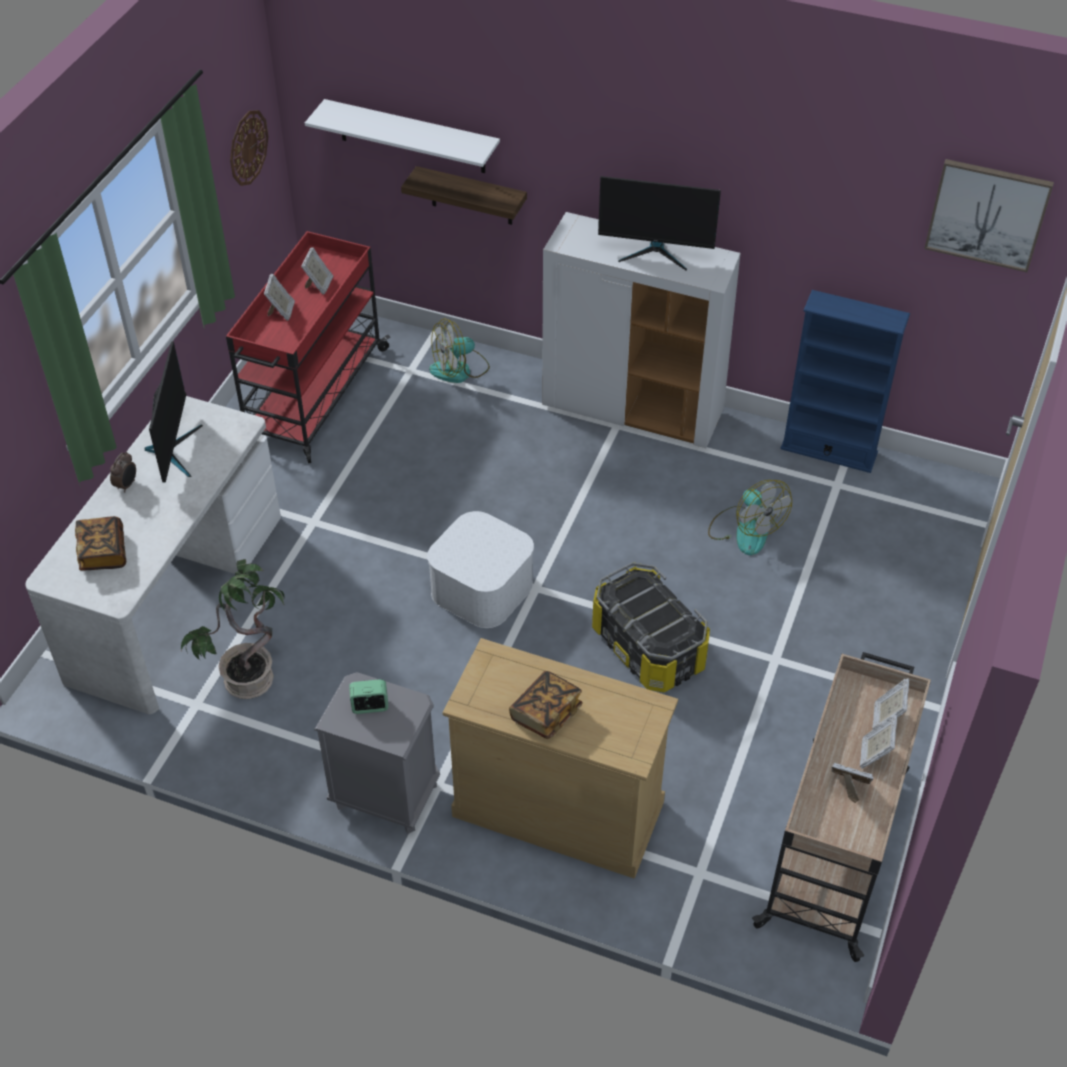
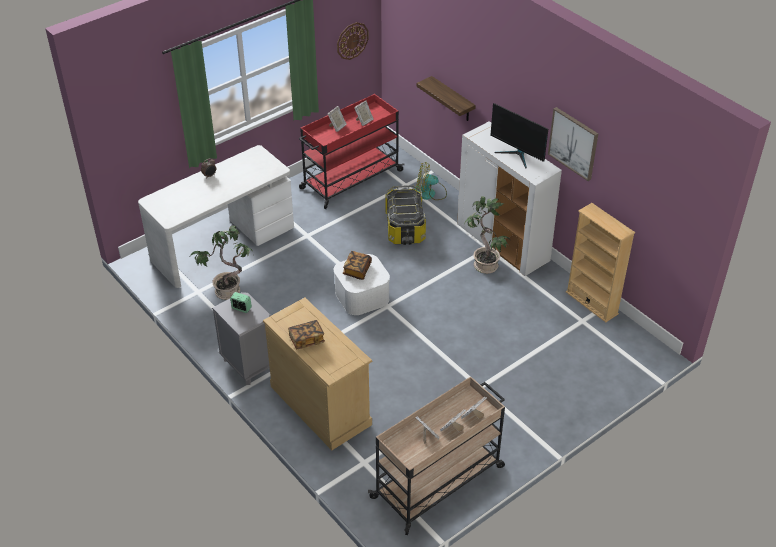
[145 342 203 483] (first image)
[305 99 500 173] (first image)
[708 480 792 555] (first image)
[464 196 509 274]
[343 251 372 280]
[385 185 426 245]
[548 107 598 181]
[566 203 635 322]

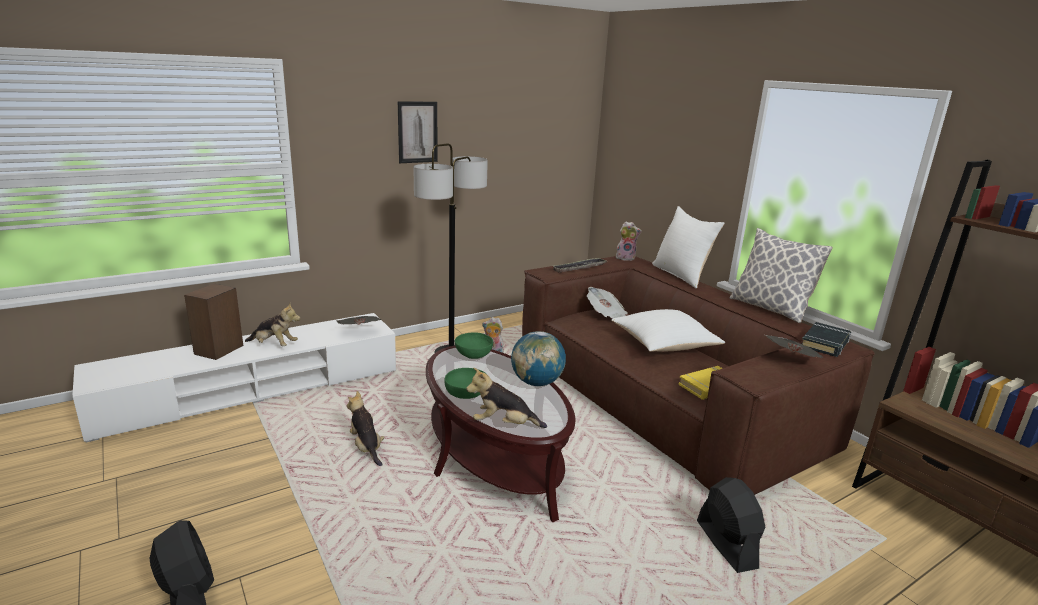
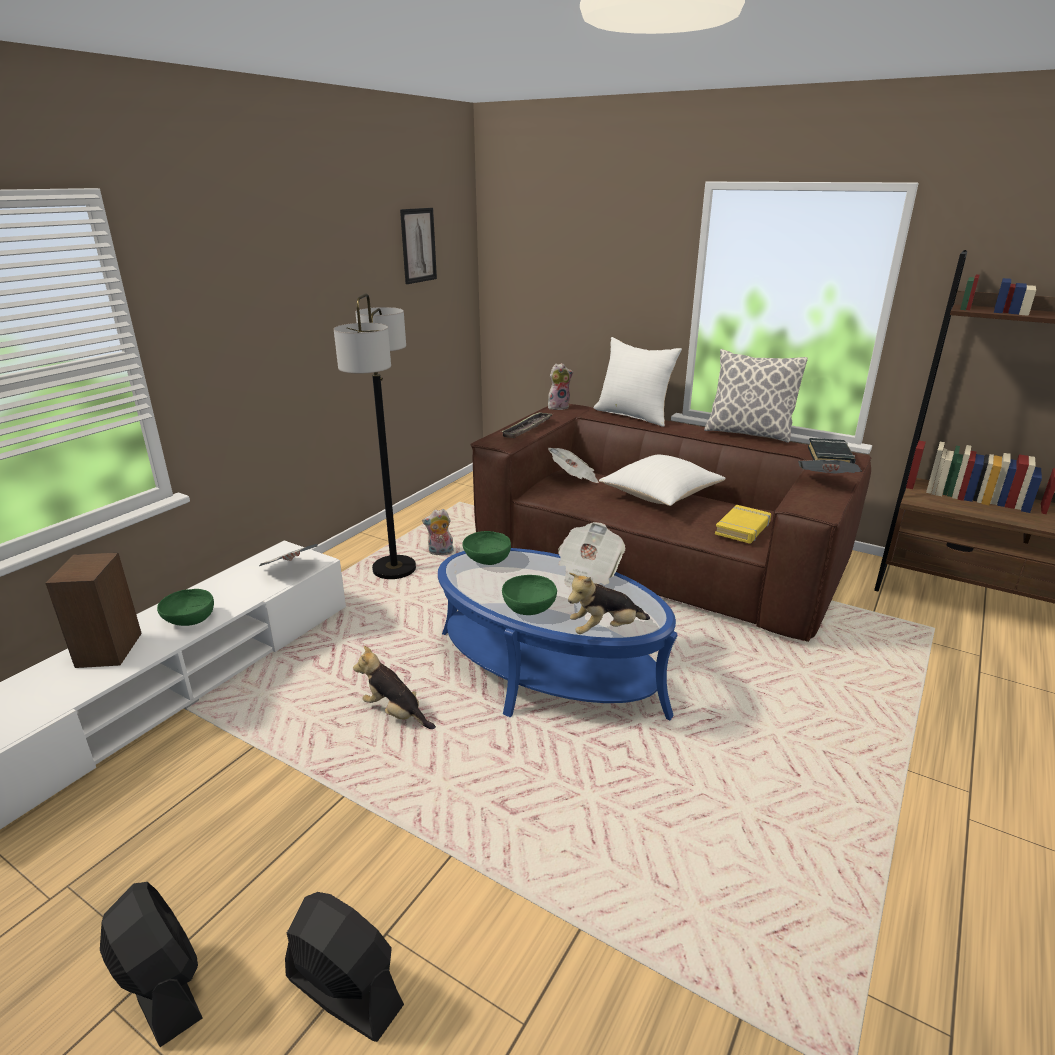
[400 208 437 284]
[100 882 202 1047]
[157 589 214 626]
[558 522 625 587]
[438 548 677 720]

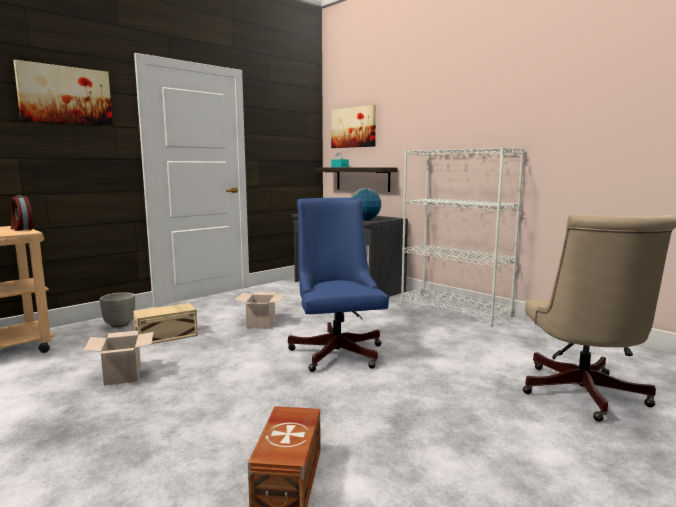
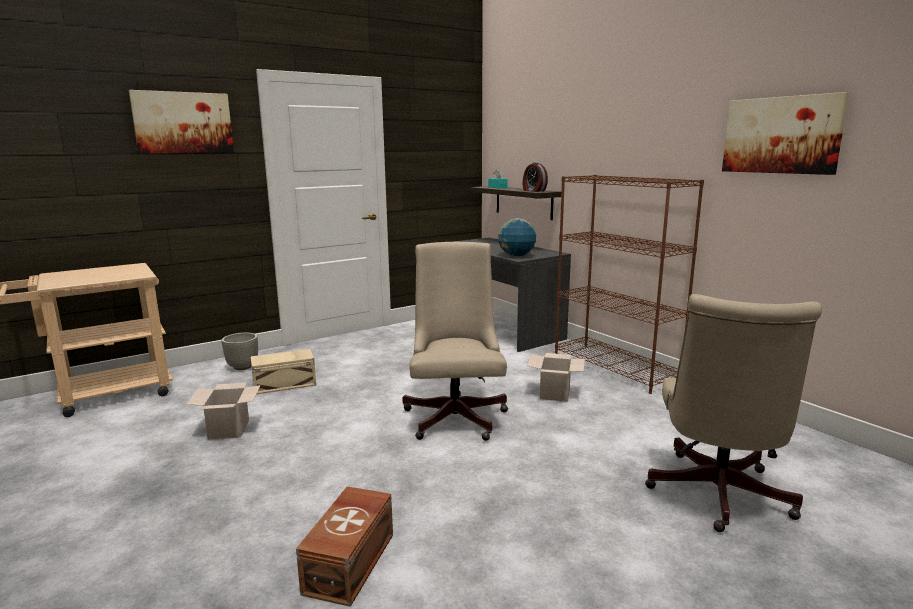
[523 163 548 192]
[527 353 585 402]
[722 92 849 175]
[403 242 508 441]
[555 175 704 394]

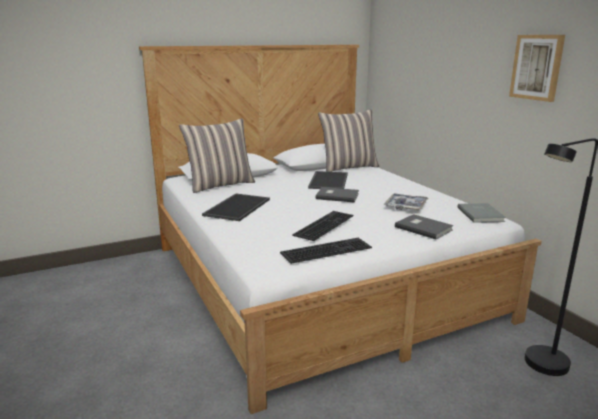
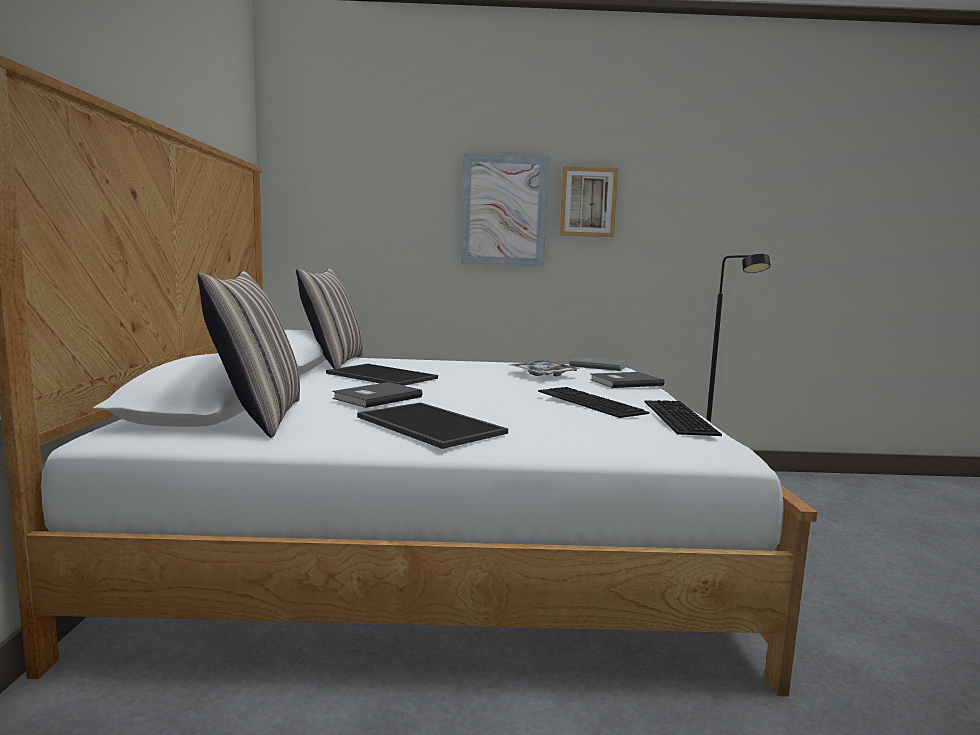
[461 153 549 266]
[332 382 422 408]

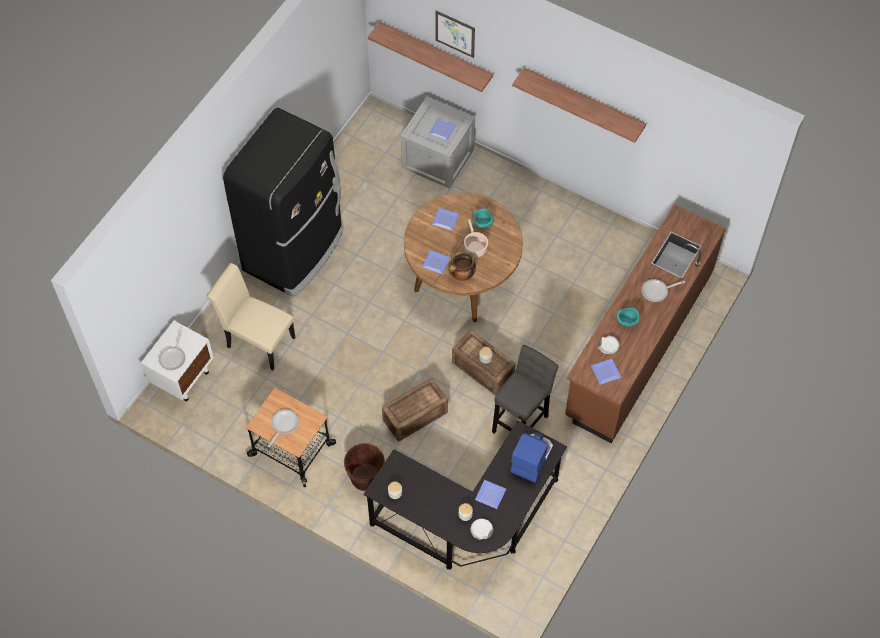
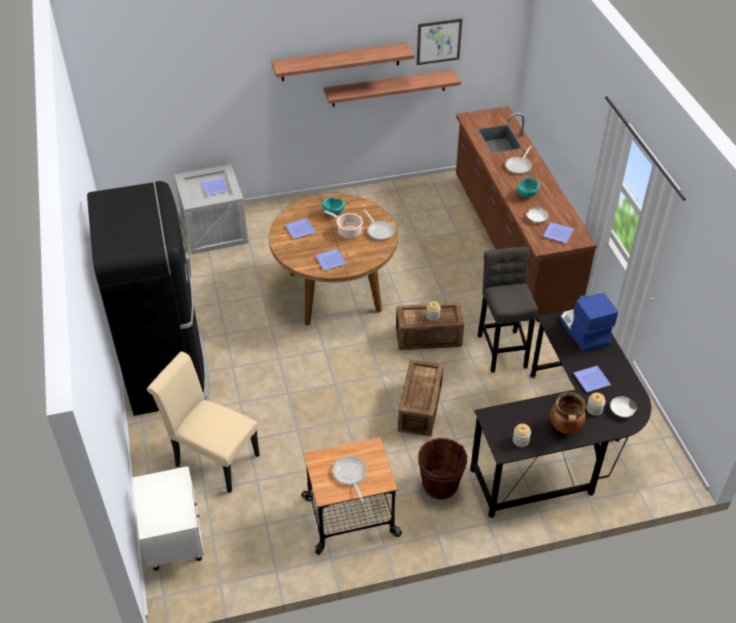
[363 209 395 240]
[324 69 461 107]
[417 18 462 65]
[550 392 586 434]
[147 352 260 493]

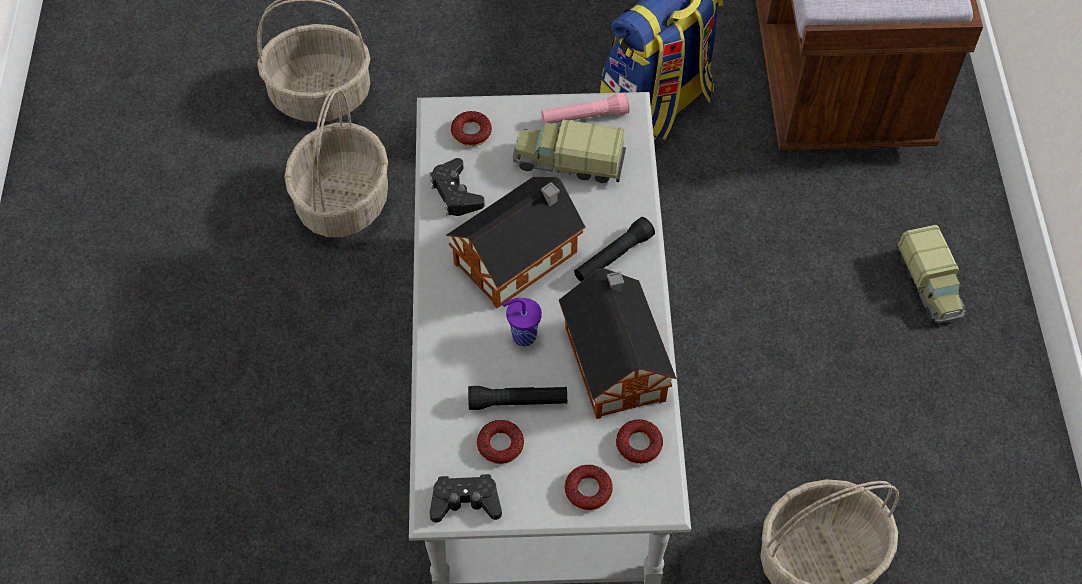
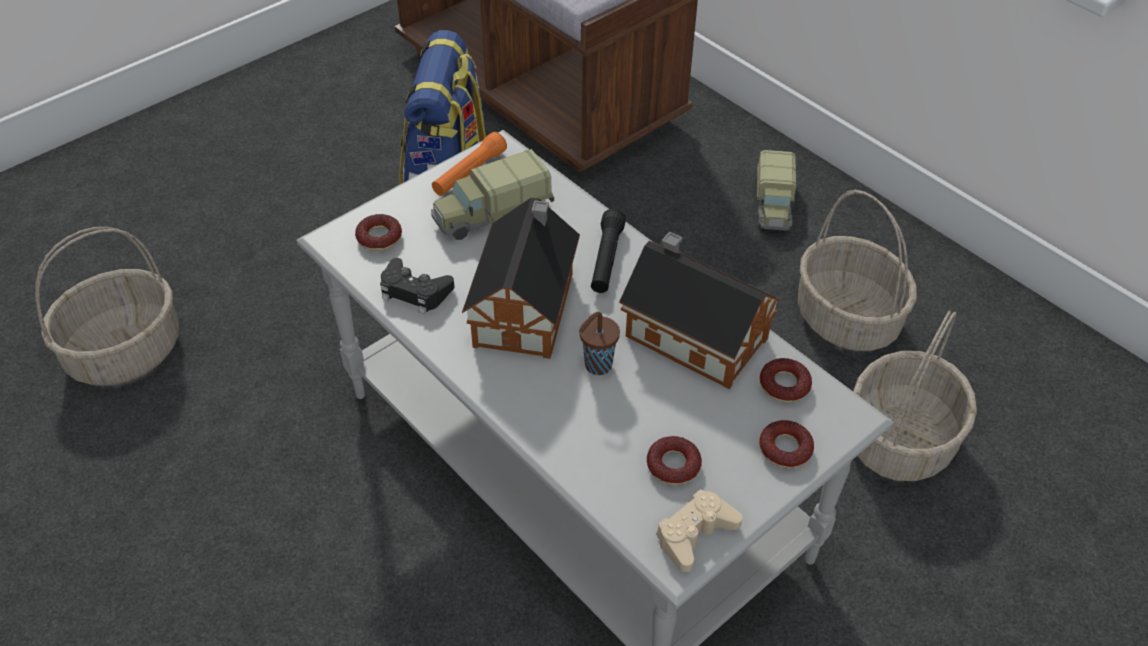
[468 386 567 410] (first image)
[797 190 917 351]
[656 489 743 572]
[579 312 620 375]
[432 132 507 196]
[757 150 797 231]

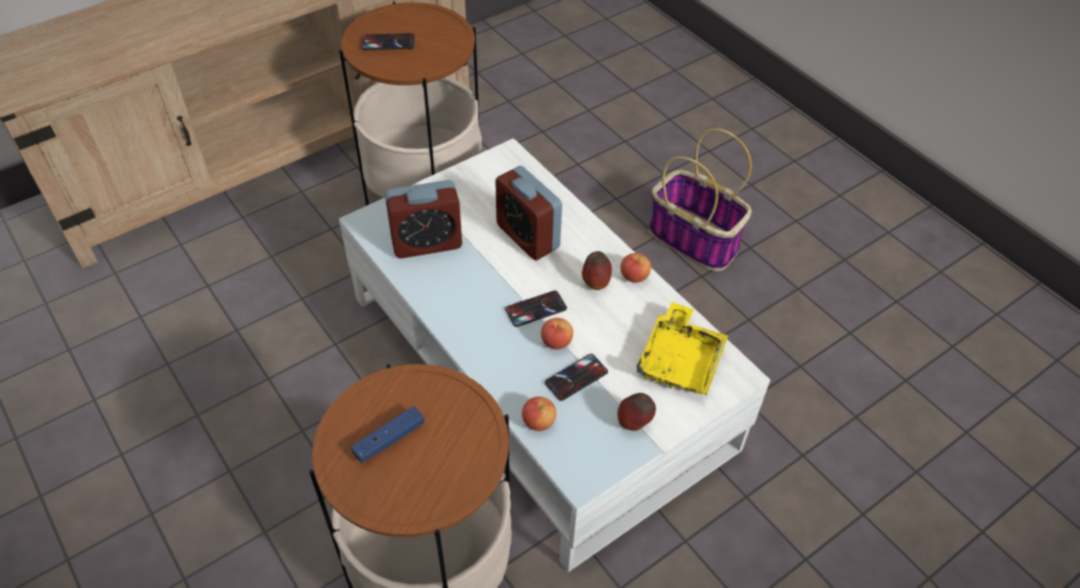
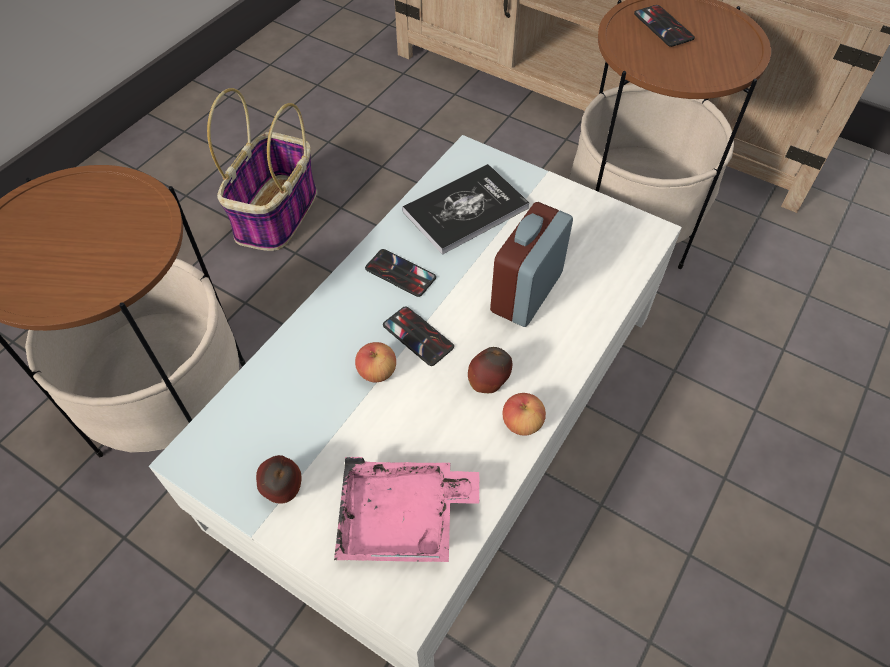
[351 406 424 463] (first image)
[522 397 557 431] (first image)
[365 249 436 297]
[207 88 317 251]
[402 164 530 255]
[334 457 479 562]

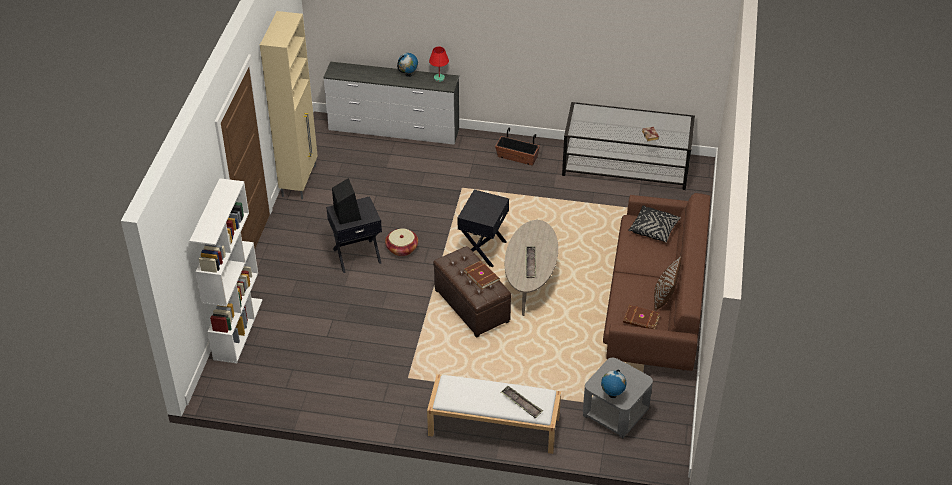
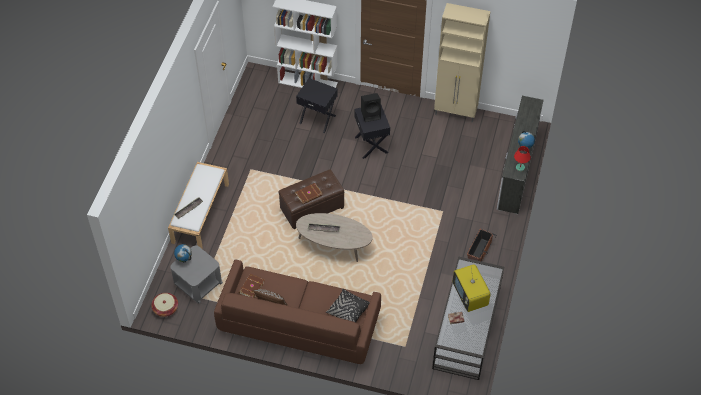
[453 264 491 312]
[151 293 178 317]
[296 78 338 133]

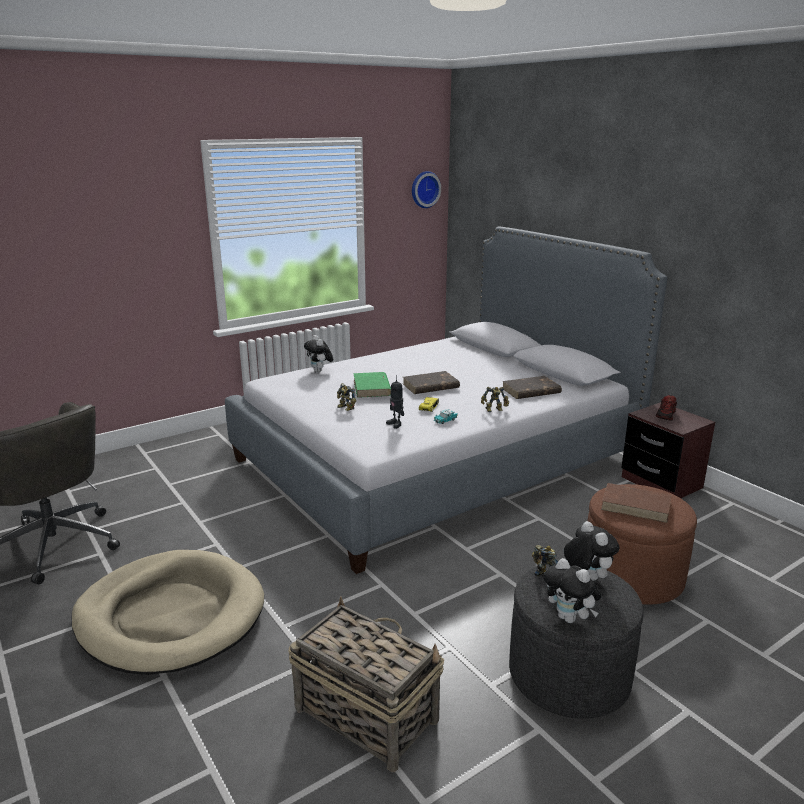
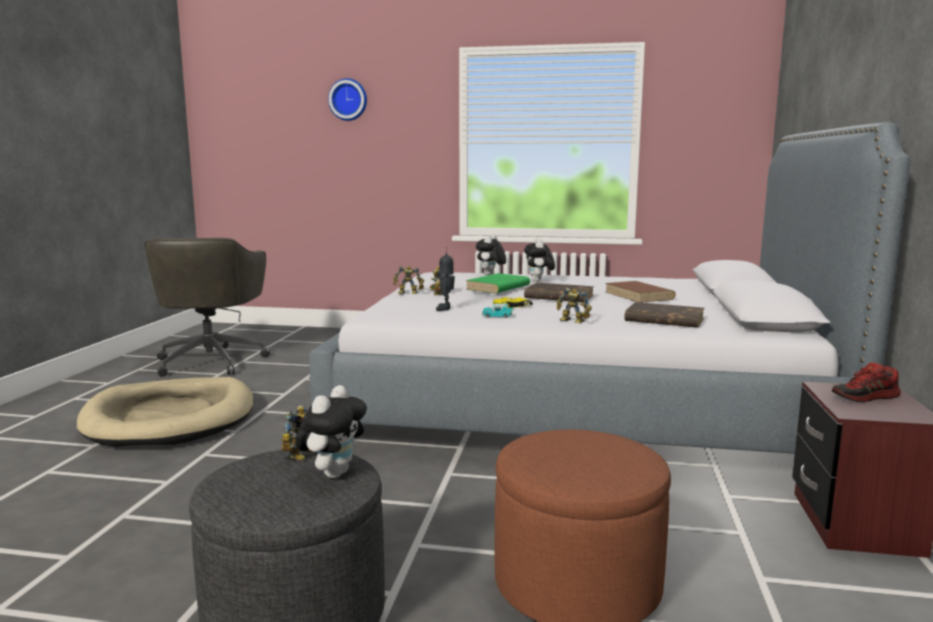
[289 597 444 772] (first image)
[393 266 424 294]
[328 78 367 121]
[524 238 555 282]
[606 281 676 302]

